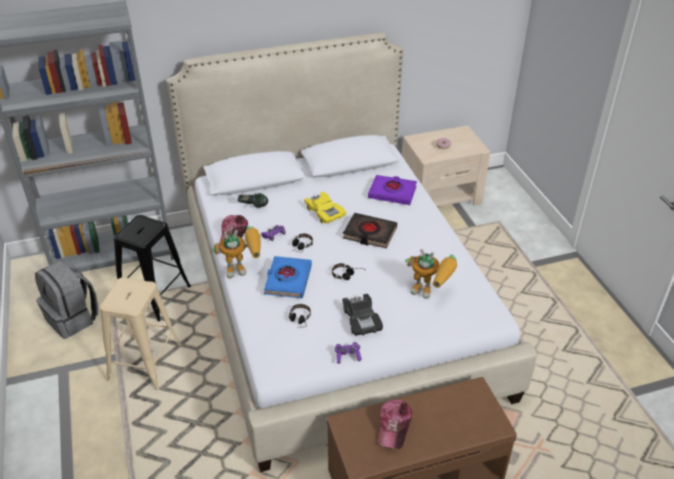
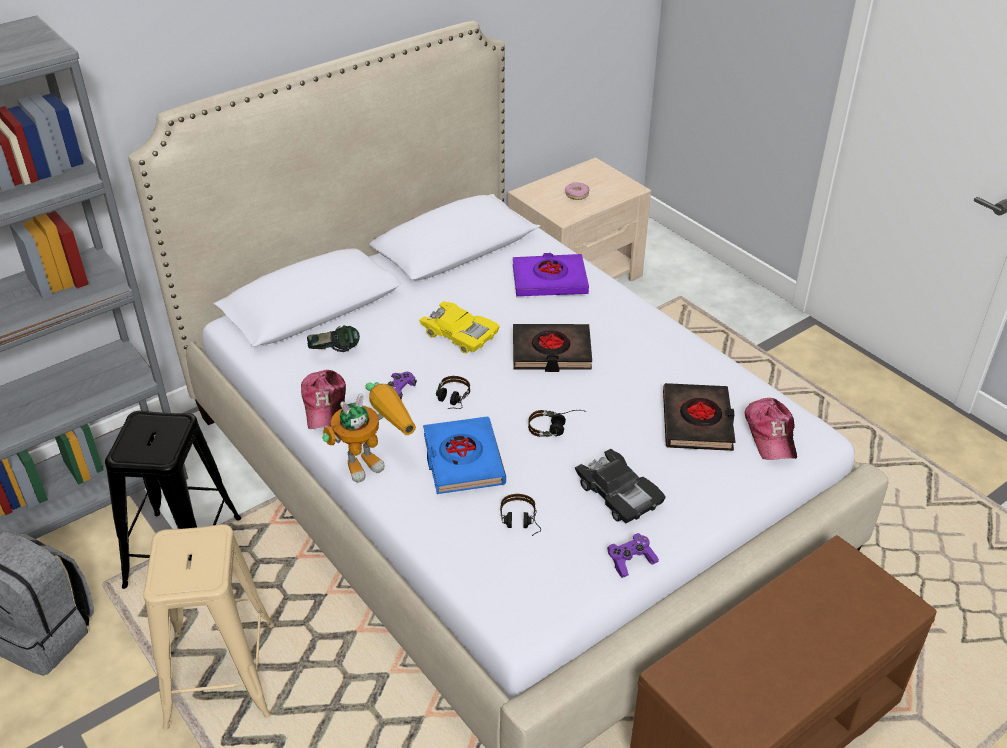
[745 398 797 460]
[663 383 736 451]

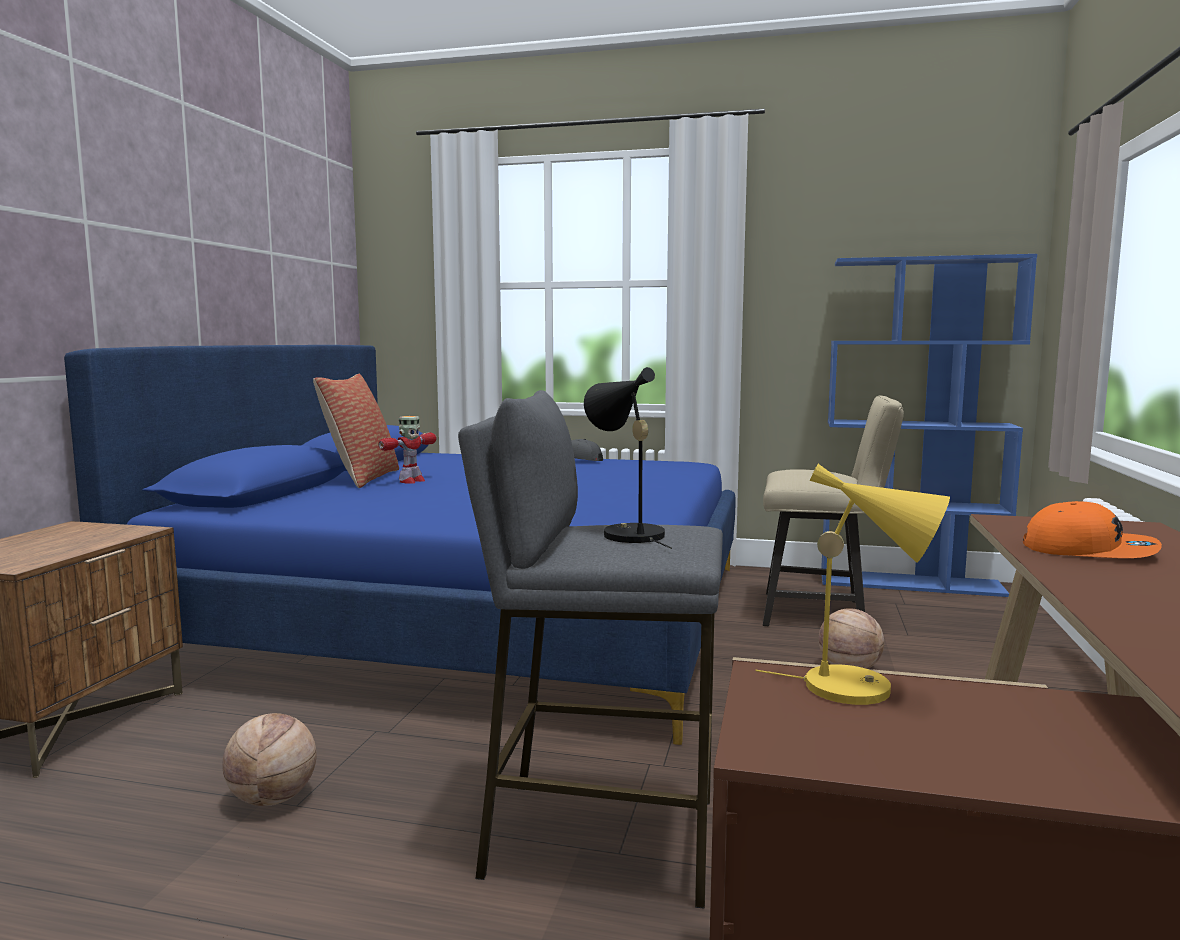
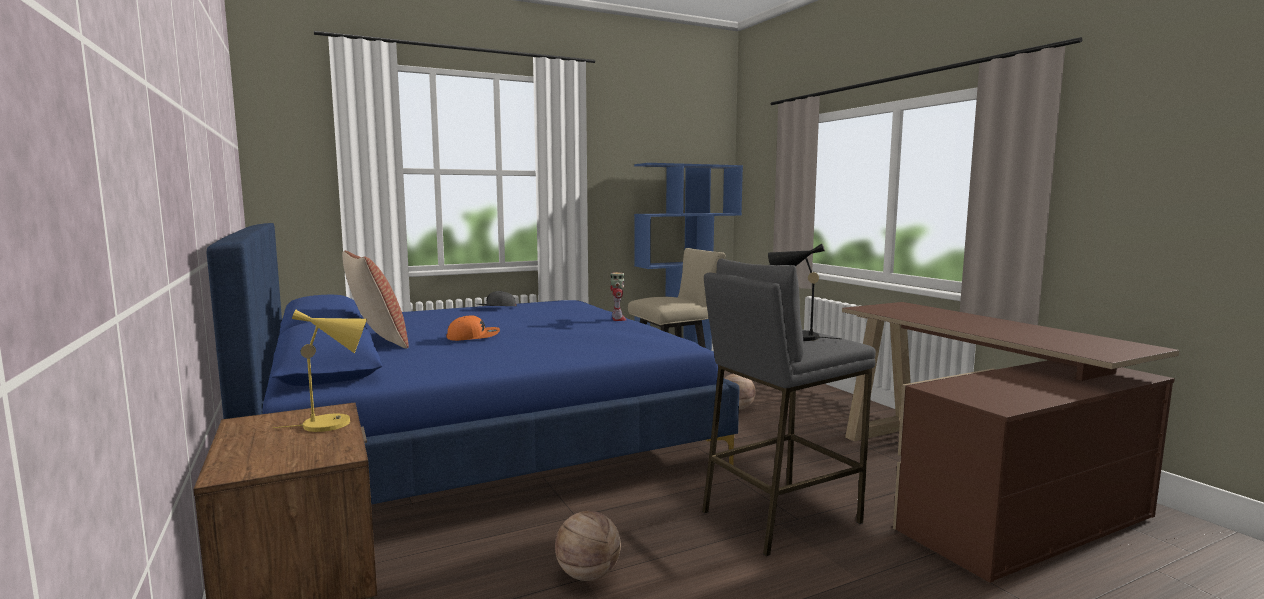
[610 272 626 321]
[273 310 367 432]
[447 316 500 341]

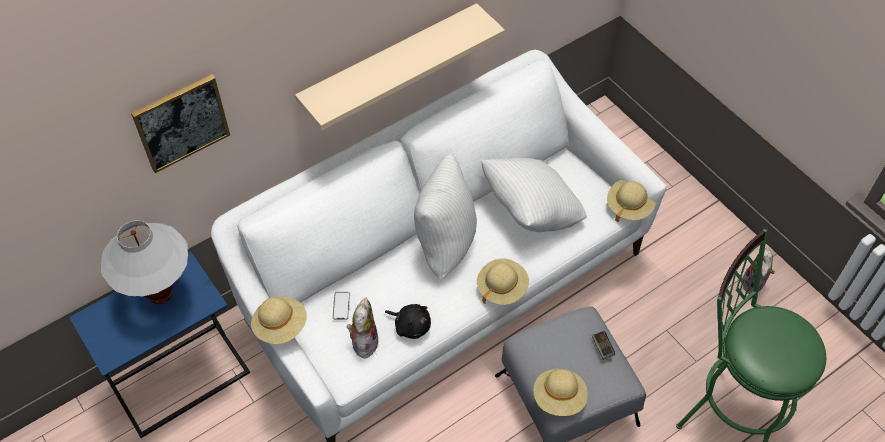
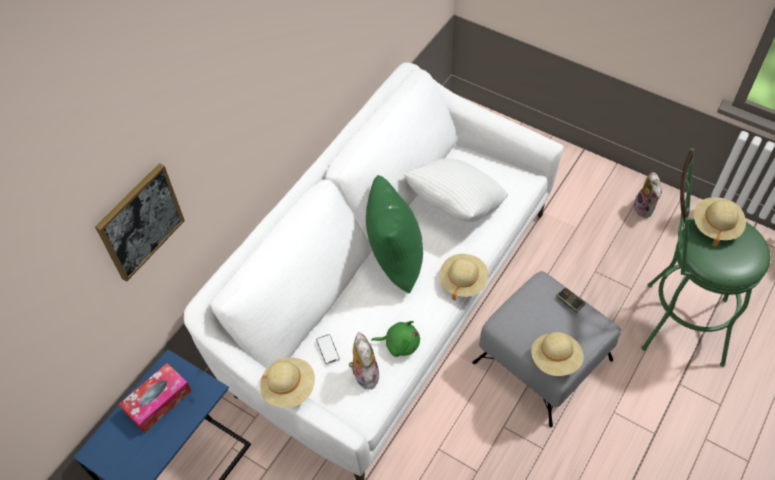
[295 3 505 130] (first image)
[694 197 746 246]
[119 363 191 433]
[371 321 420 357]
[366 175 423 293]

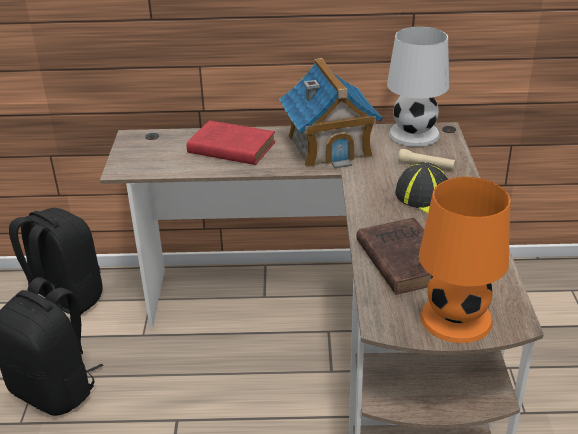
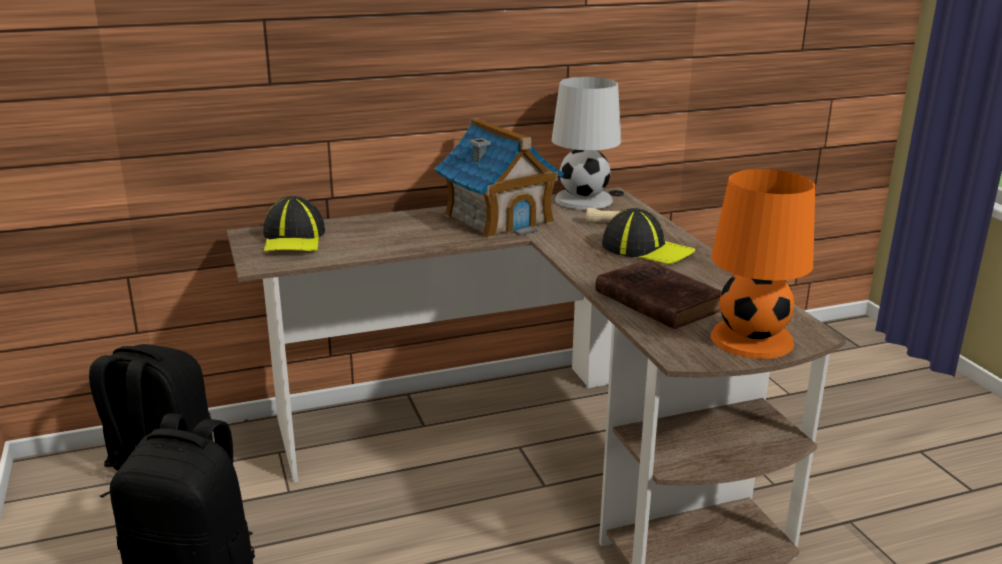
[187 120 275 165] (first image)
[263 196 325 252]

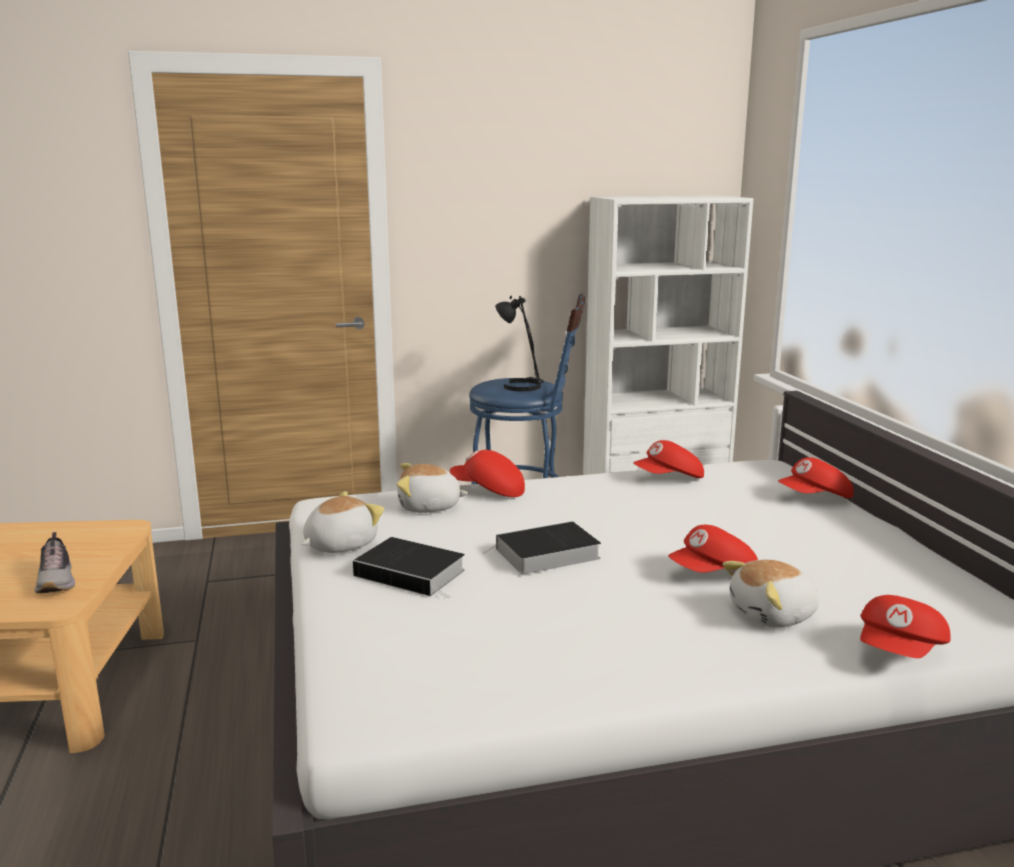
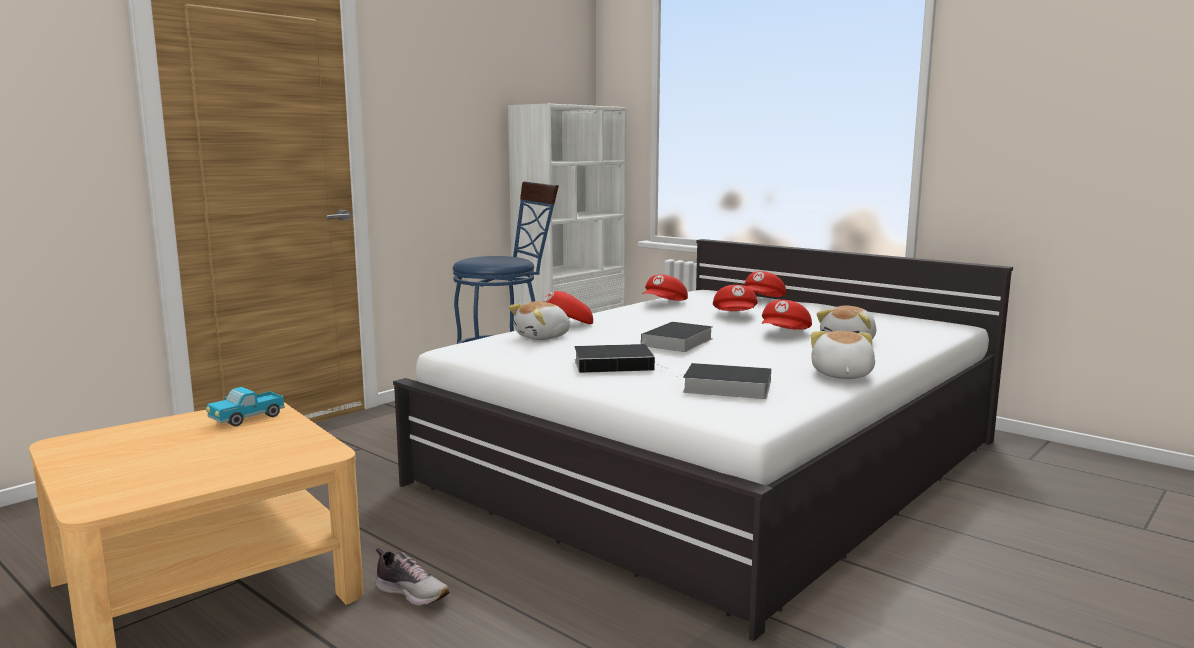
[495 296 544 391] (first image)
[206 387 285 426]
[676 363 771 399]
[376 548 450 606]
[811 331 875 379]
[713 285 758 311]

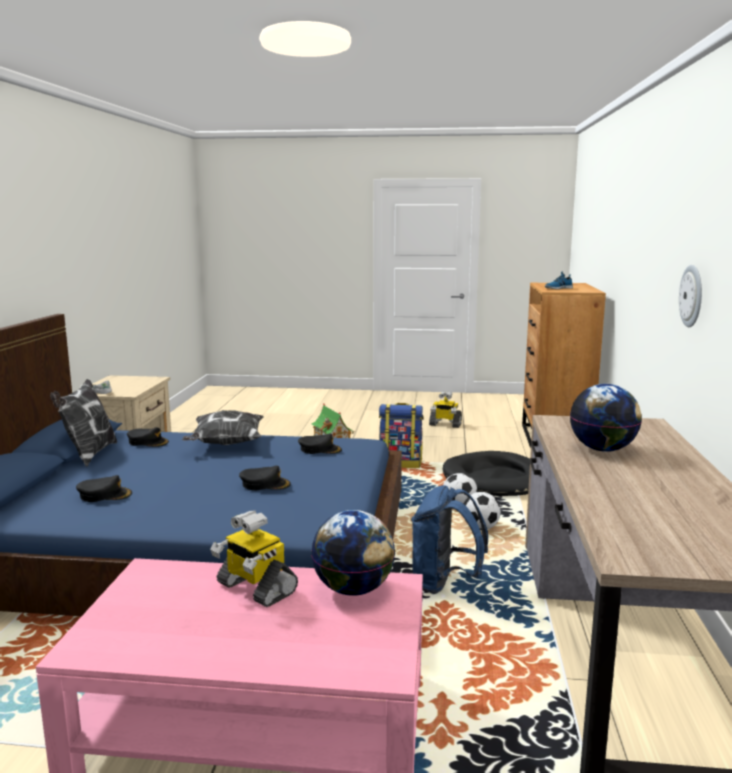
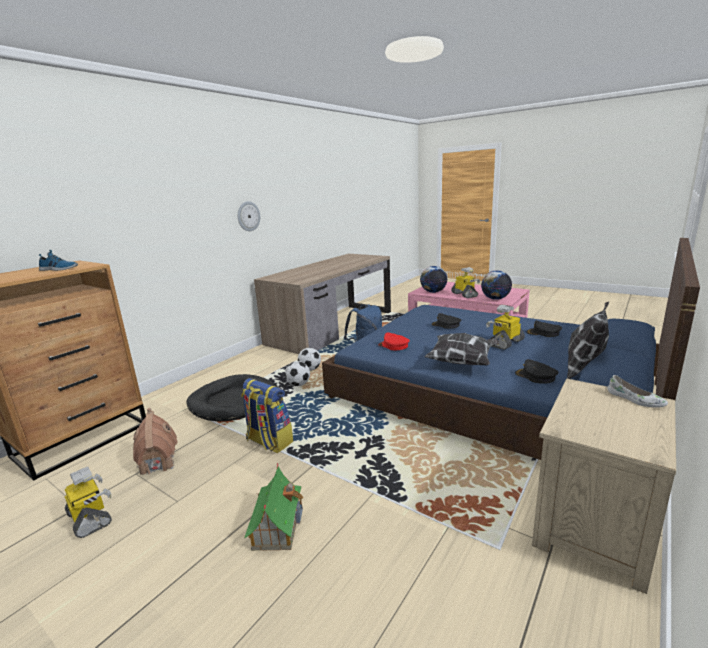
[133 408 178 475]
[486 305 525 350]
[481 270 512 300]
[378 332 410 350]

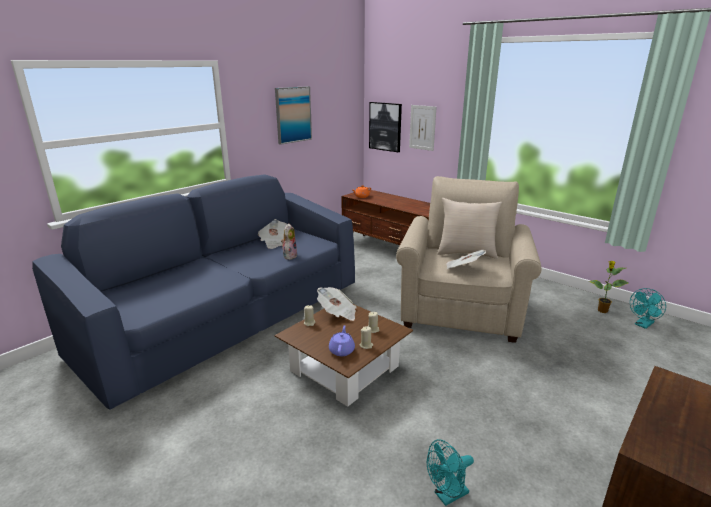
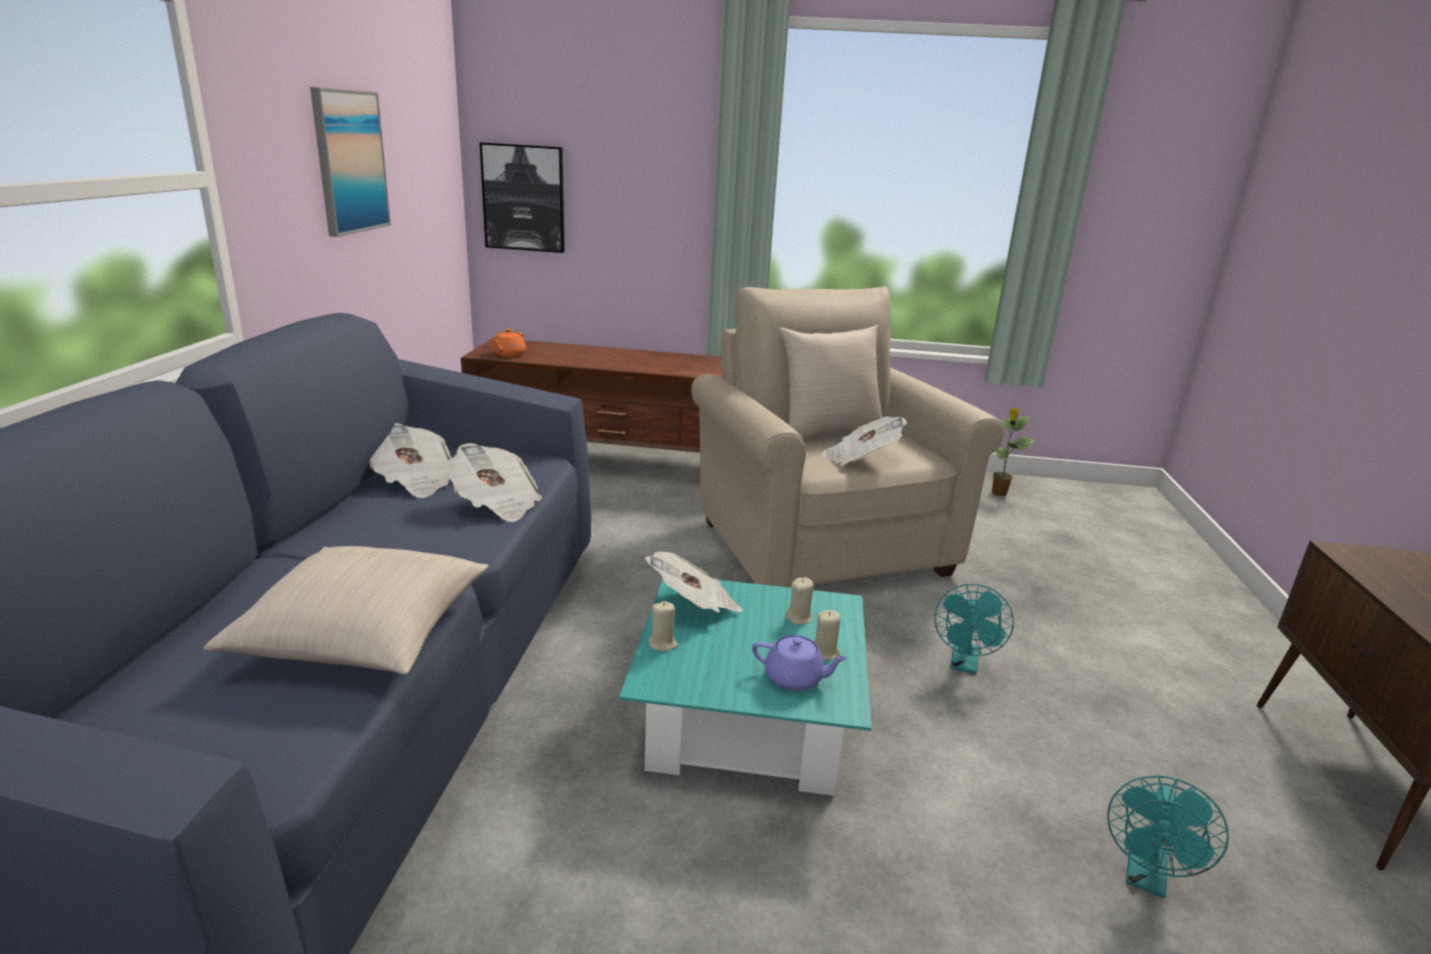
[409 105 437 151] (first image)
[204 546 489 674]
[934 584 1014 674]
[446 443 542 522]
[619 579 872 796]
[752 635 848 691]

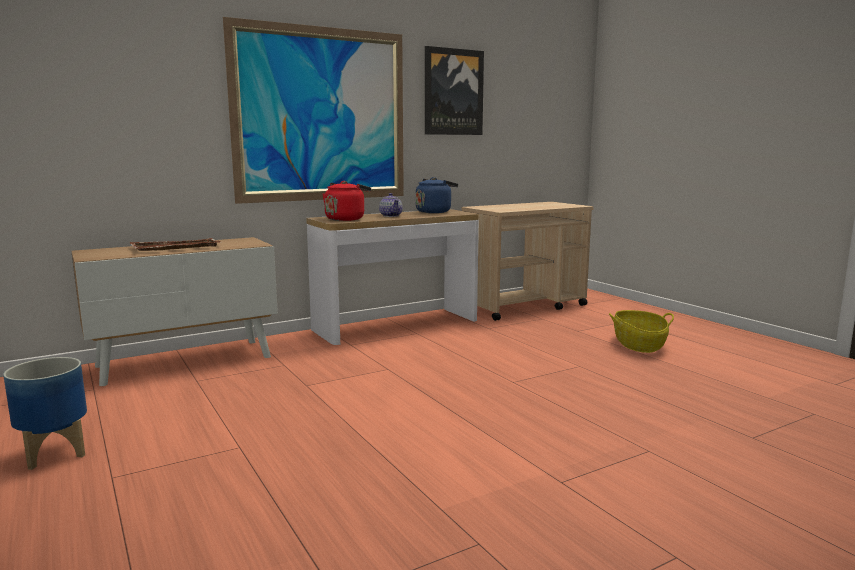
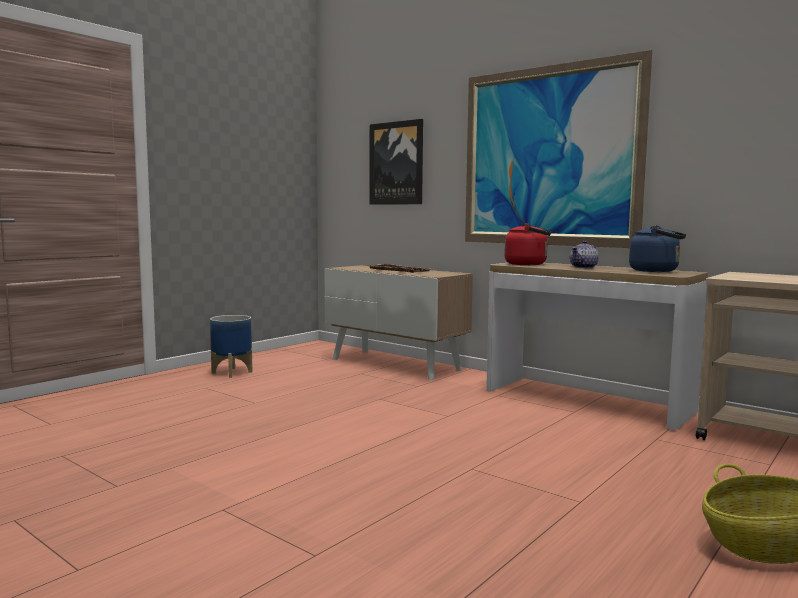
[369 119 423 205]

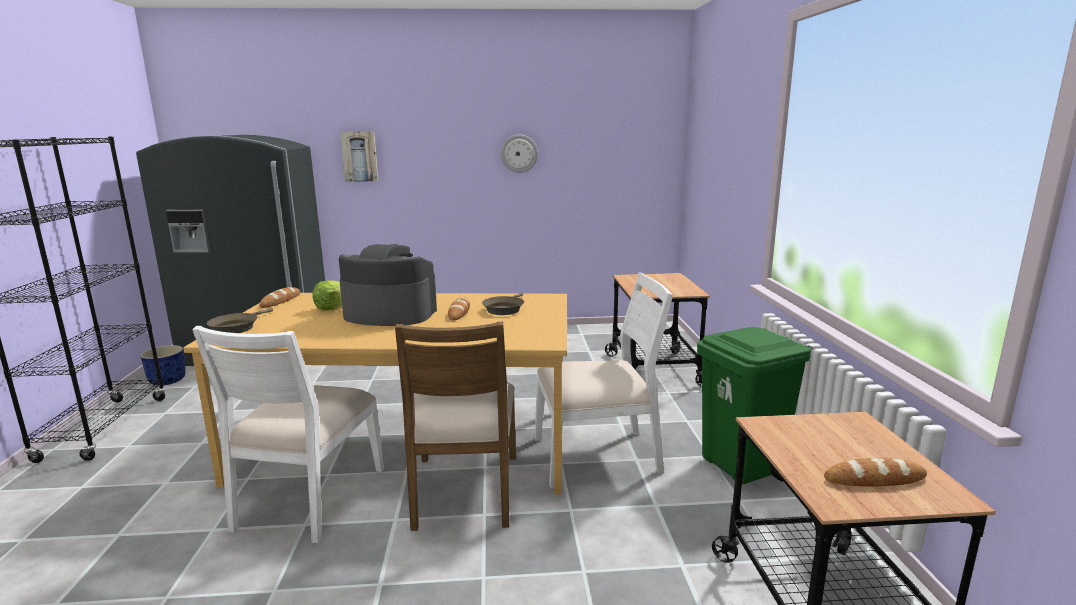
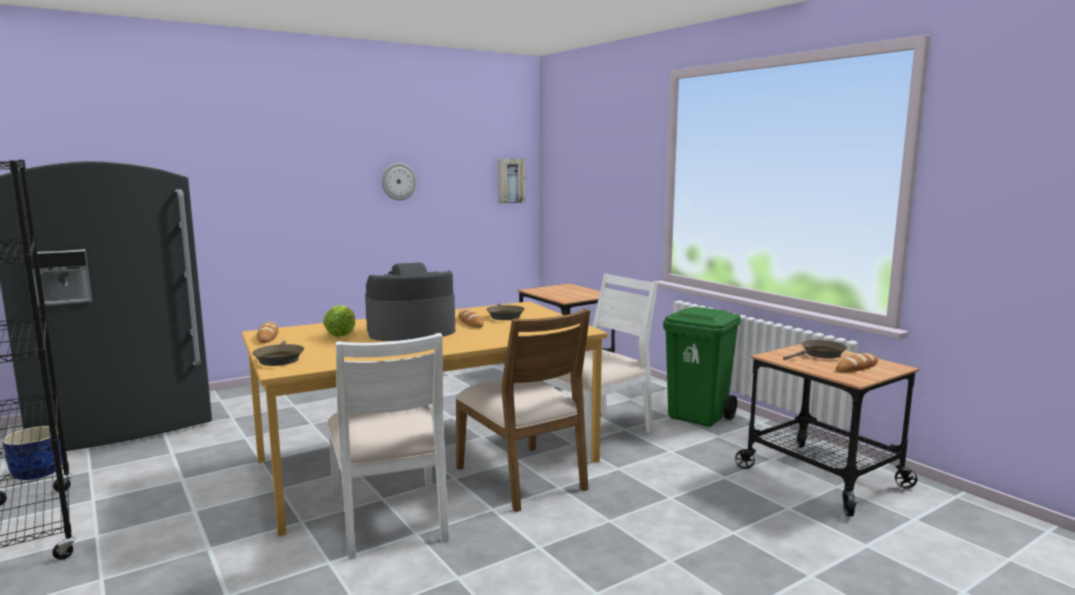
[783 340 847 360]
[498 159 525 203]

